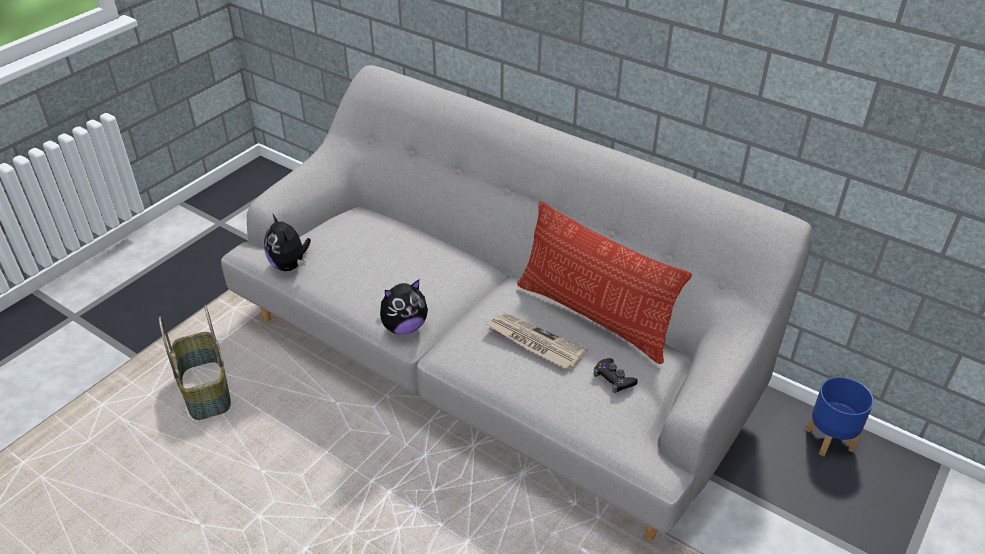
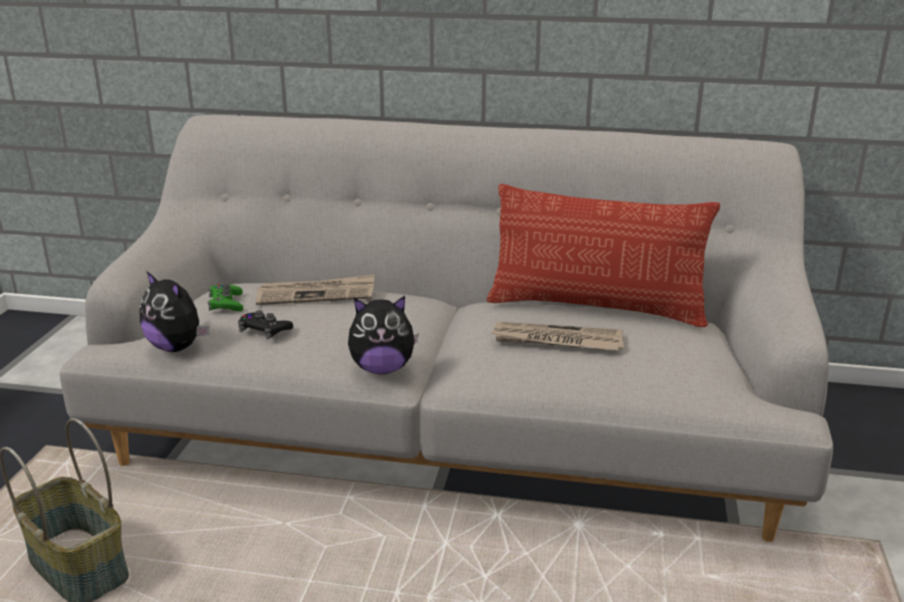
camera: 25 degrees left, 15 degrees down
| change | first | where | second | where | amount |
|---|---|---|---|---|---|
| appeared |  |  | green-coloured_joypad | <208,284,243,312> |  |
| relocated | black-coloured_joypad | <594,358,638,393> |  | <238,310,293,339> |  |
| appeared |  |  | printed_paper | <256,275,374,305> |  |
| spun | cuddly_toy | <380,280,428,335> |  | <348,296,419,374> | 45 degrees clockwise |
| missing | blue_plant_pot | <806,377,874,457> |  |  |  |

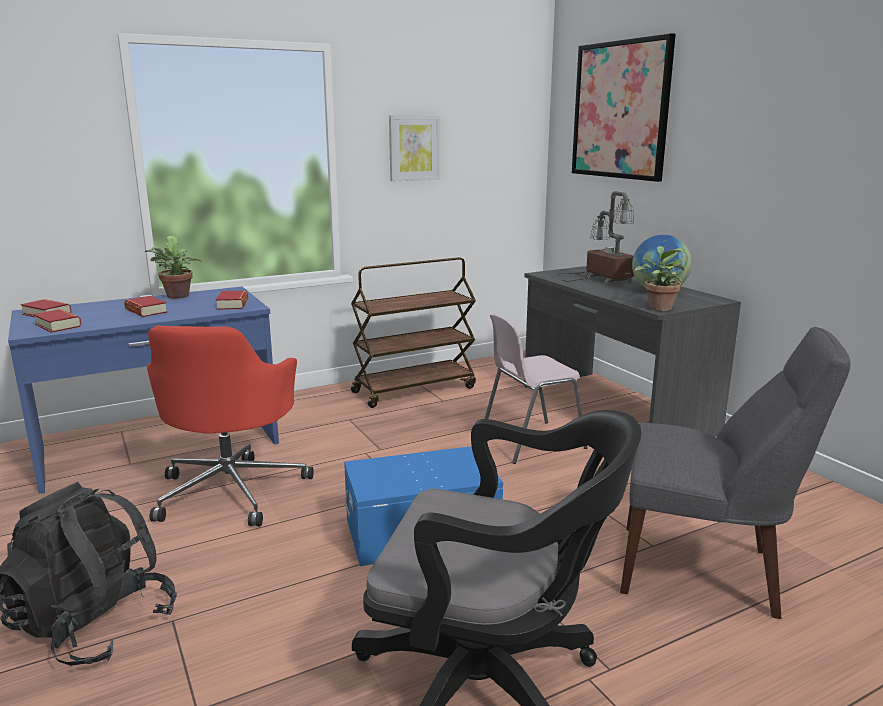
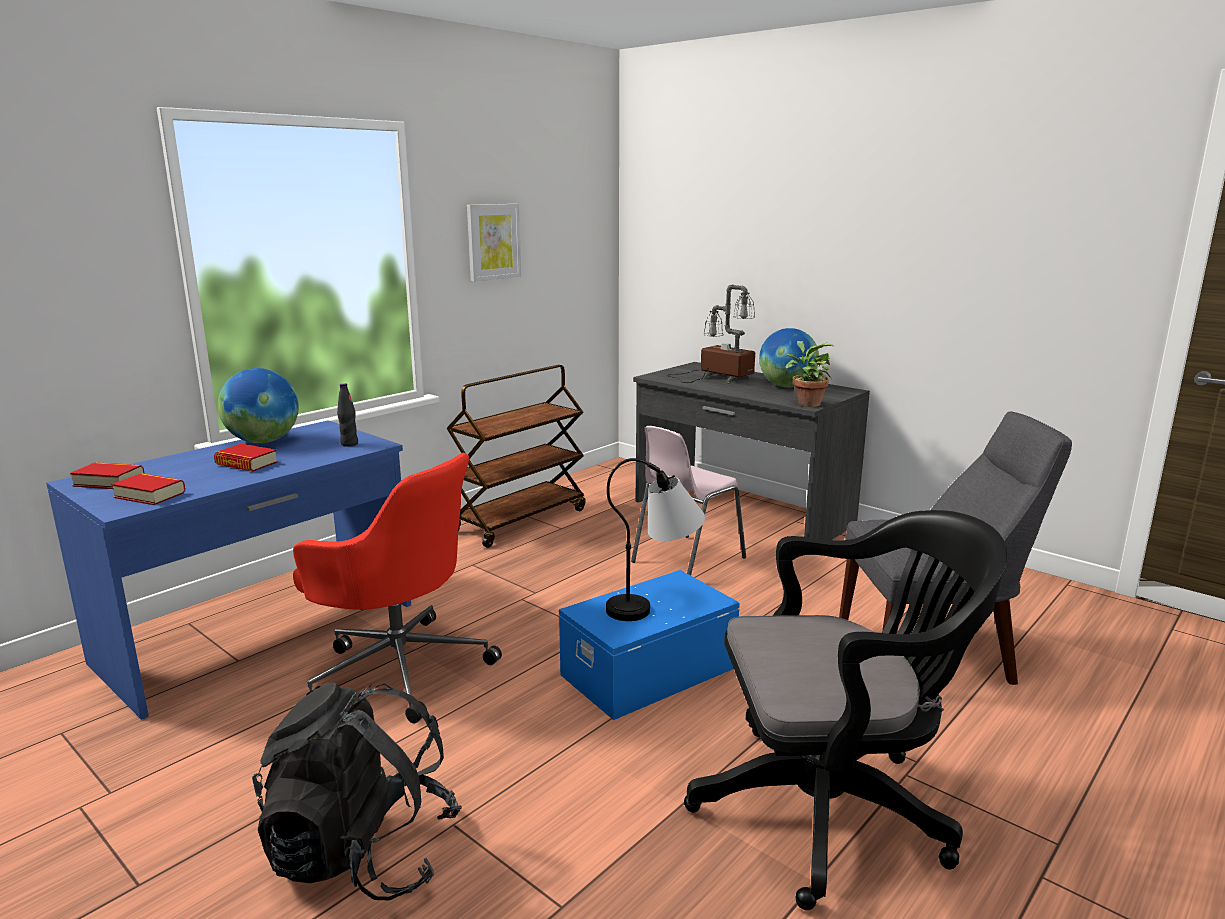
camera: 20 degrees left, 0 degrees up
| change | first | where | second | where | amount |
|---|---|---|---|---|---|
| exchanged | potted_plant | <145,236,202,299> | globe | <218,368,299,443> |  |
| spun | reddish_office_chair | <147,326,314,526> |  | <293,453,502,724> | 45 degrees counterclockwise |
| exchanged | book | <216,290,248,310> | black-coloured_bottle | <337,383,358,447> |  |
| appeared |  |  | table_lamp | <606,458,705,621> |  |
| missing | wall_art | <572,33,676,182> |  |  |  |

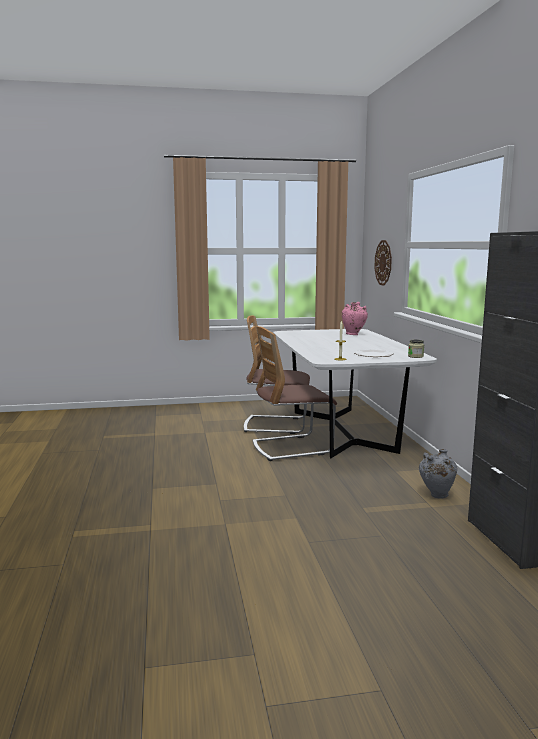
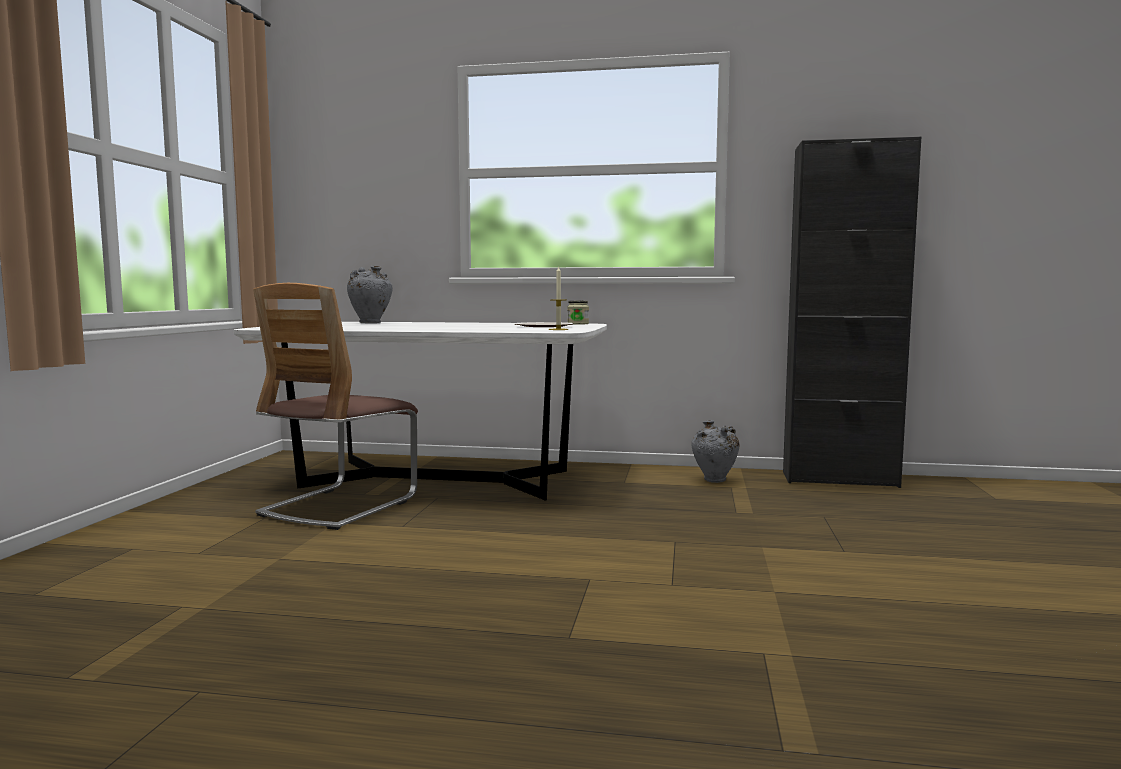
camera: 70 degrees left, 5 degrees down
| change | first | where | second | where | amount |
|---|---|---|---|---|---|
| colour | pink_vase | <342,302,368,335> | greyish_vase | <347,266,393,323> |  |
| missing | chair | <253,326,337,461> |  |  |  |
| missing | hanging_clock | <374,240,392,286> |  |  |  |

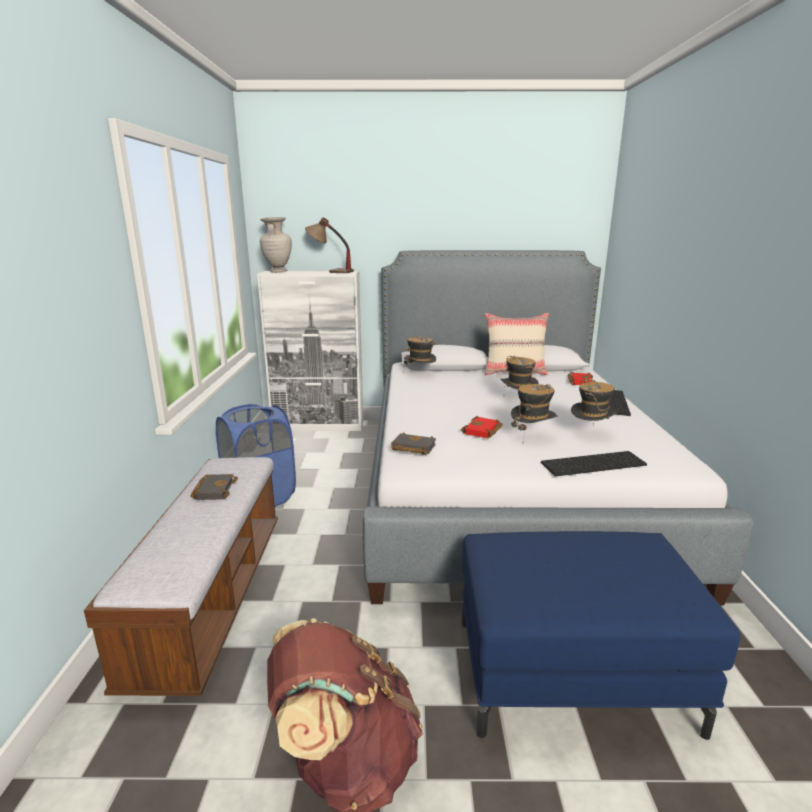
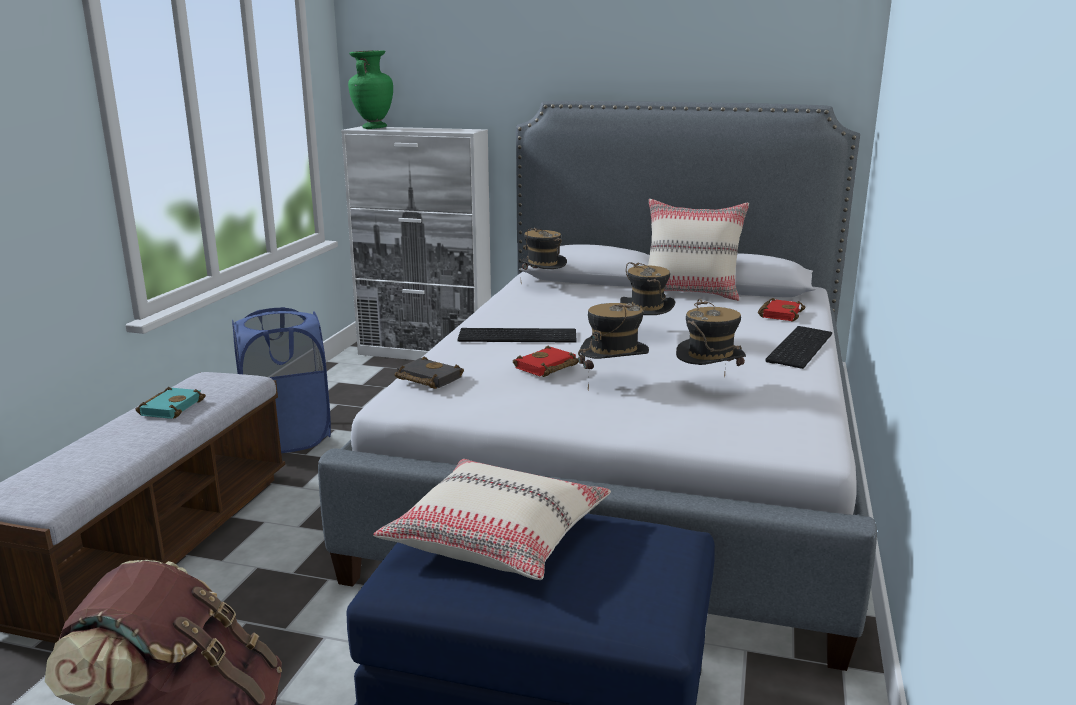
camera: 15 degrees right, 0 degrees up
| change | first | where | second | where | amount |
|---|---|---|---|---|---|
| colour | black-coloured_book | <191,474,238,500> | blue-green_book | <135,387,206,419> |  |
| colour | beige_vase | <260,217,292,273> | green-coloured_vase | <348,50,393,129> |  |
| appeared |  |  | beige_pillow | <373,459,611,580> |  |
| relocated | keyboard | <541,451,647,476> |  | <458,328,576,343> |  |
| missing | table_lamp | <305,217,354,273> |  |  |  |

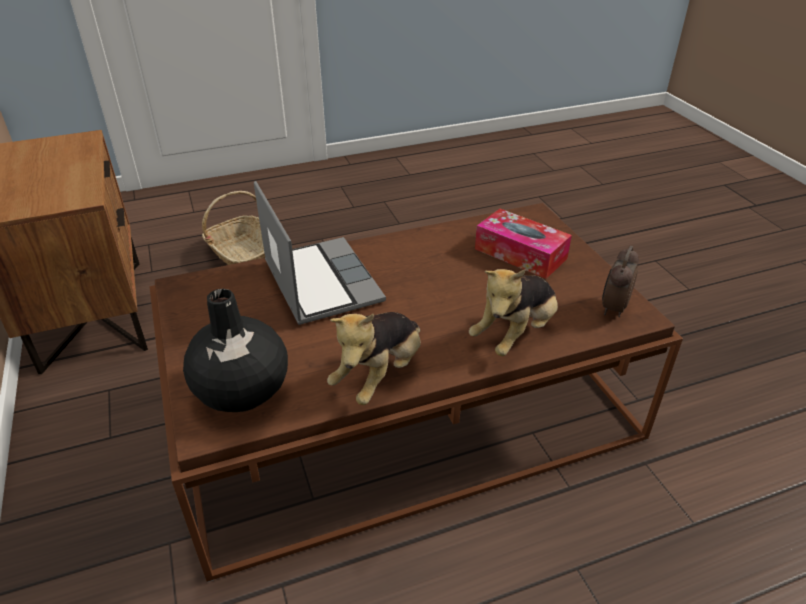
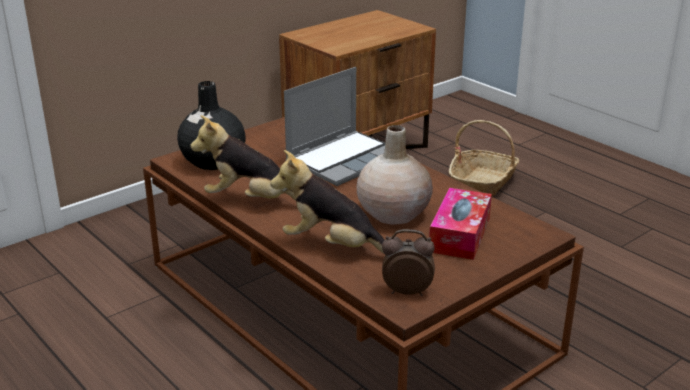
camera: 70 degrees right, 10 degrees down
| change | first | where | second | where | amount |
|---|---|---|---|---|---|
| appeared |  |  | beige_vase | <357,125,433,225> |  |

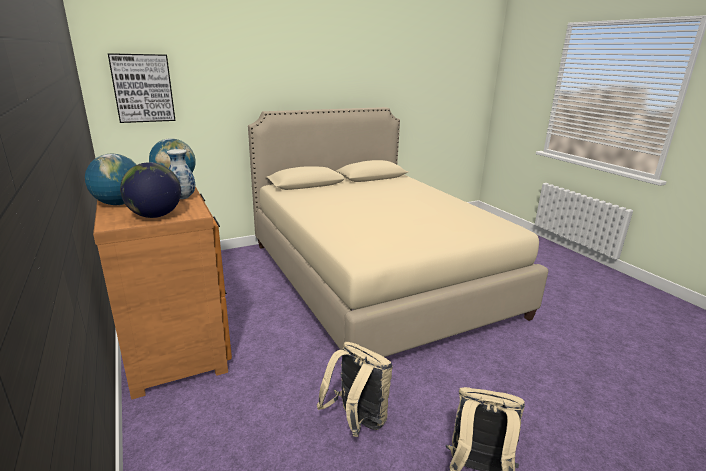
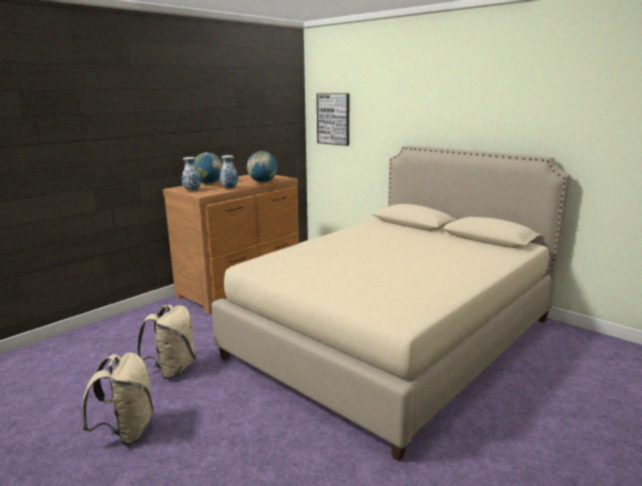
camera: 70 degrees right, 5 degrees down
| change | first | where | second | where | amount |
|---|---|---|---|---|---|
| exchanged | globe | <120,162,181,218> | vase | <182,157,201,191> |  |

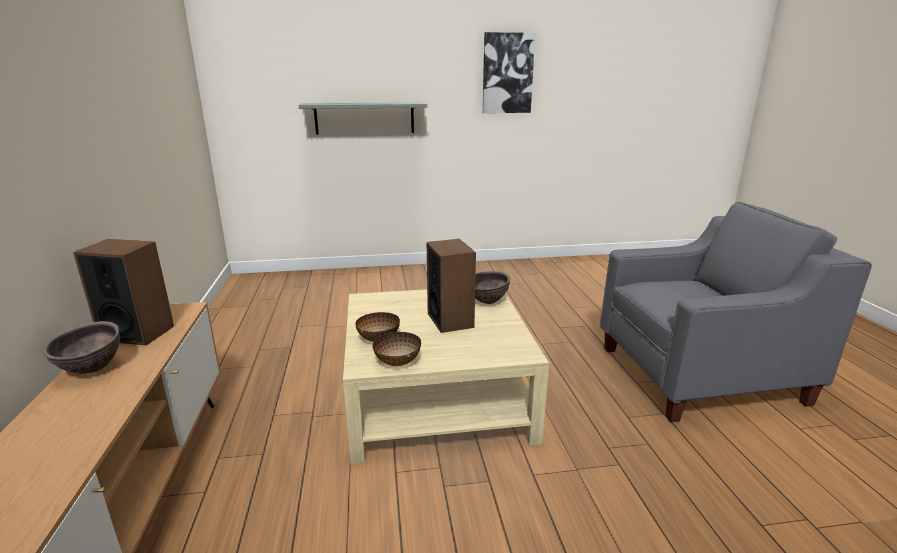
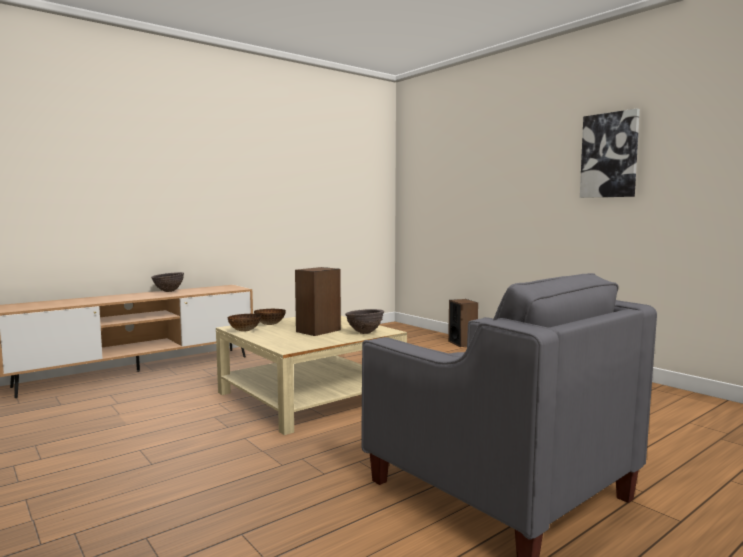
camera: 60 degrees right, 15 degrees down
| change | first | where | second | where | amount |
|---|---|---|---|---|---|
| relocated | audio_speaker | <73,239,174,345> |  | <448,299,478,347> |  |
| missing | greyish_bracket_shelf | <298,102,427,134> |  |  |  |

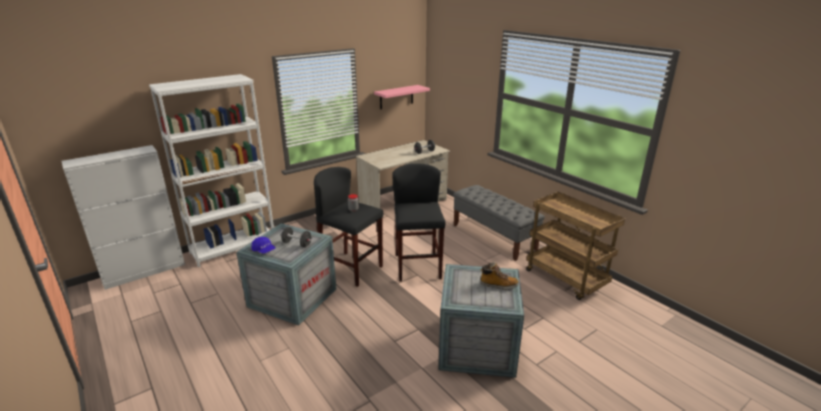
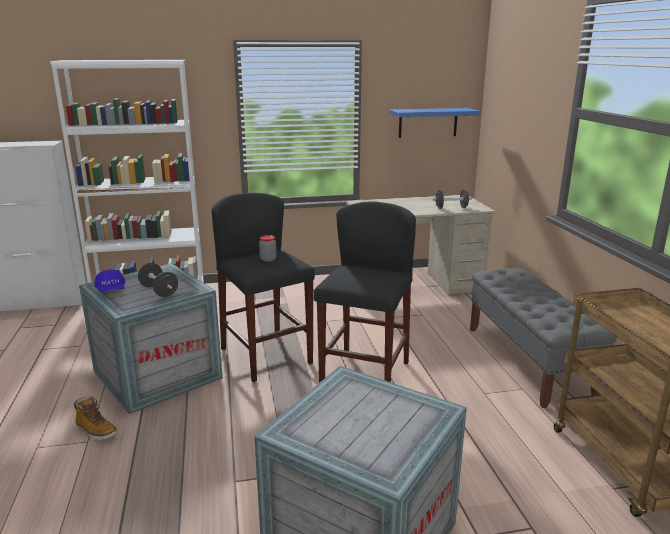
camera: 25 degrees right, 5 degrees down
| change | first | where | second | where | amount |
|---|---|---|---|---|---|
| relocated | high-top_boot | <480,262,519,290> |  | <74,396,117,440> |  |
| colour | pink_bracket_shelf | <374,85,430,109> | blue_bracket_shelf | <389,108,480,138> |  |

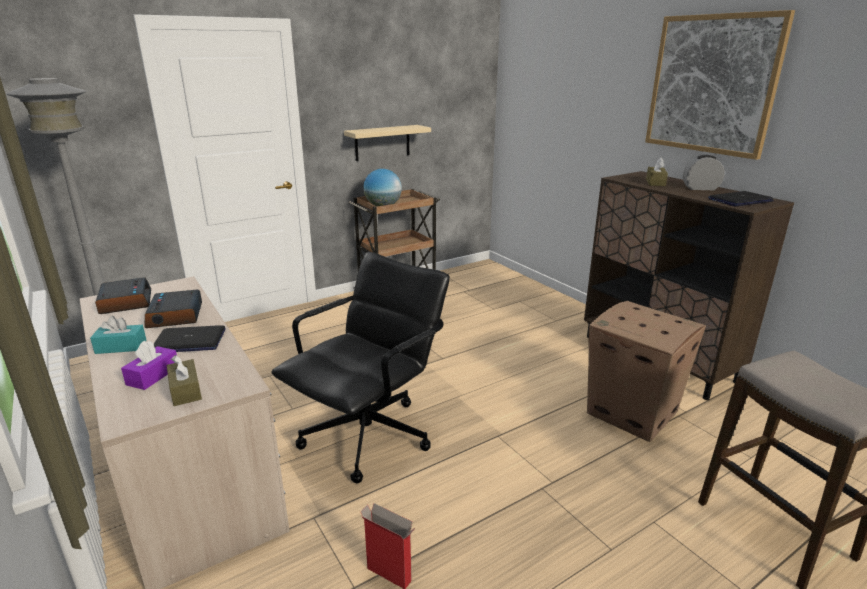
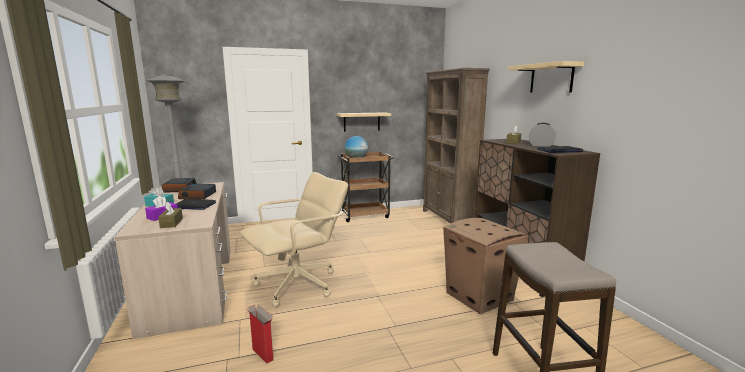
camera: 15 degrees right, 10 degrees down
| change | first | where | second | where | amount |
|---|---|---|---|---|---|
| colour | black-coloured_office_chair | <271,252,450,483> | beige_office_chair | <240,172,348,307> |  |
| appeared |  |  | brown-coloured_shelving_unit | <423,68,490,224> |  |
| exchanged | wall_art | <645,10,795,160> | beige_bracket_shelf | <508,61,584,92> |  |

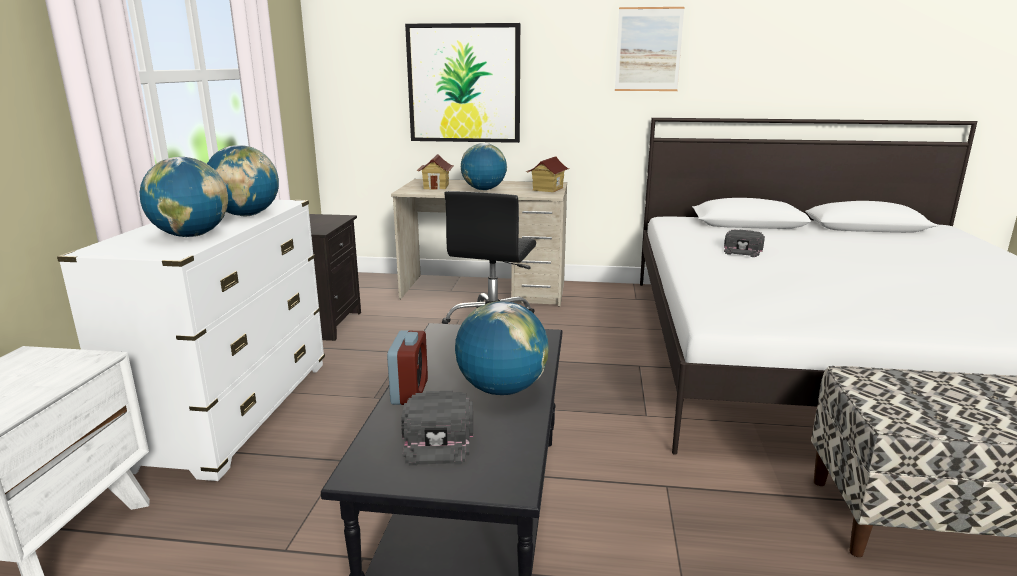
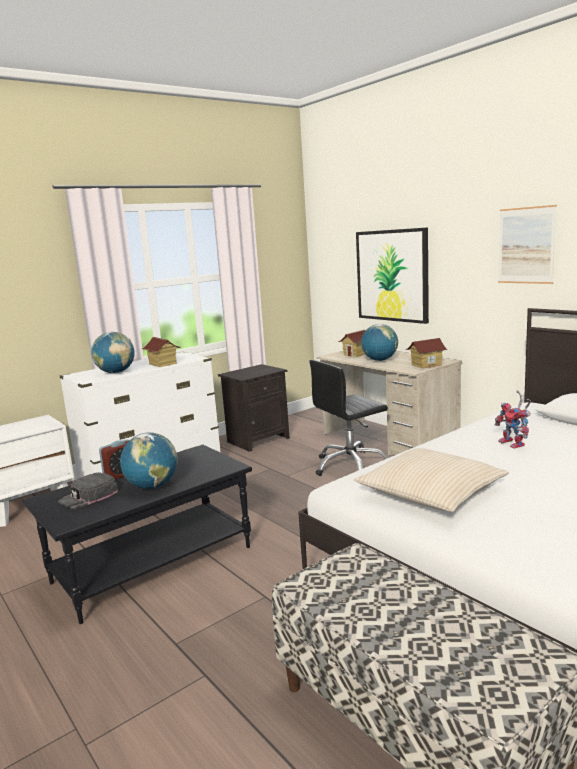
camera: 45 degrees right, 5 degrees down
| change | first | where | second | where | amount |
|---|---|---|---|---|---|
| exchanged | globe | <207,145,279,216> | toy_house | <141,337,181,367> |  |
| appeared |  |  | beige_pillow | <354,448,509,512> |  |
| exchanged | black-coloured_baseball_cap | <724,229,765,257> | robot_figure | <494,390,531,449> |  |

